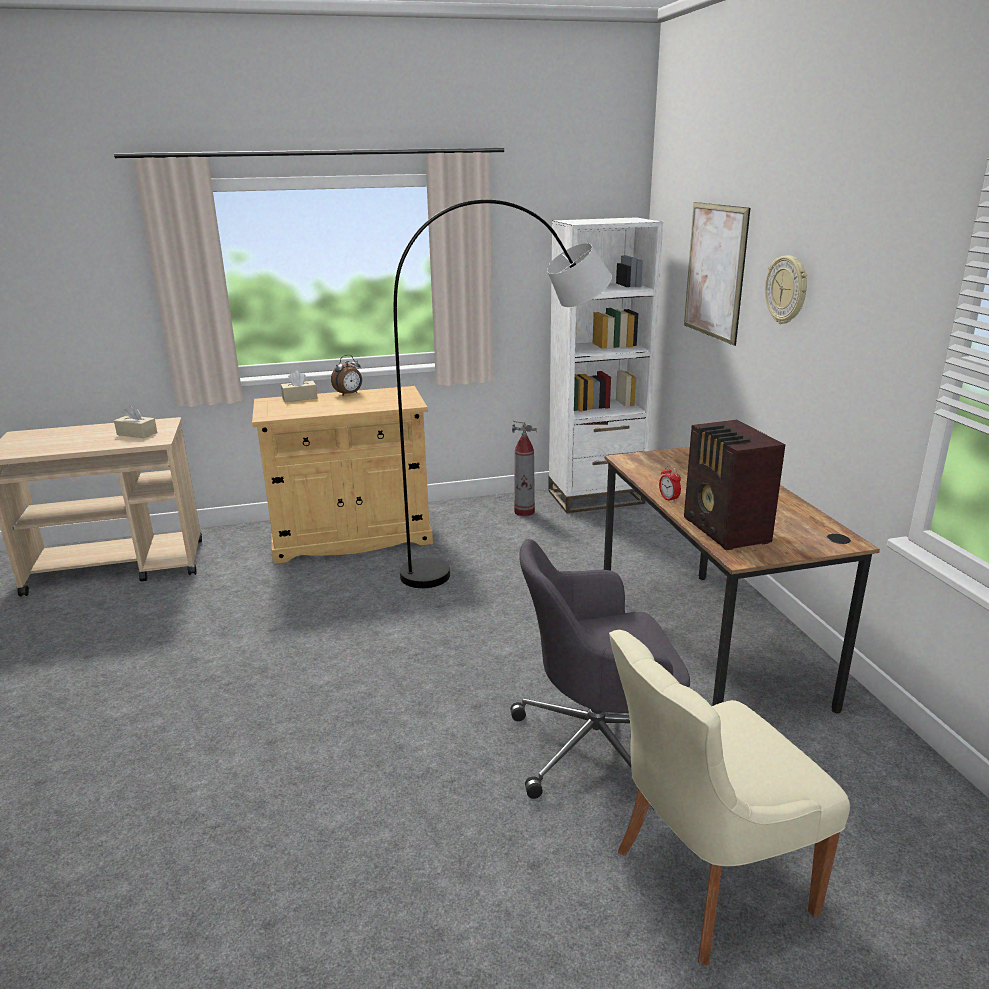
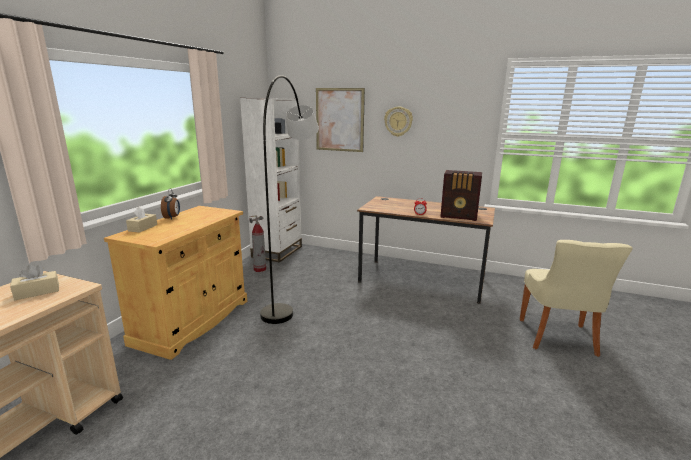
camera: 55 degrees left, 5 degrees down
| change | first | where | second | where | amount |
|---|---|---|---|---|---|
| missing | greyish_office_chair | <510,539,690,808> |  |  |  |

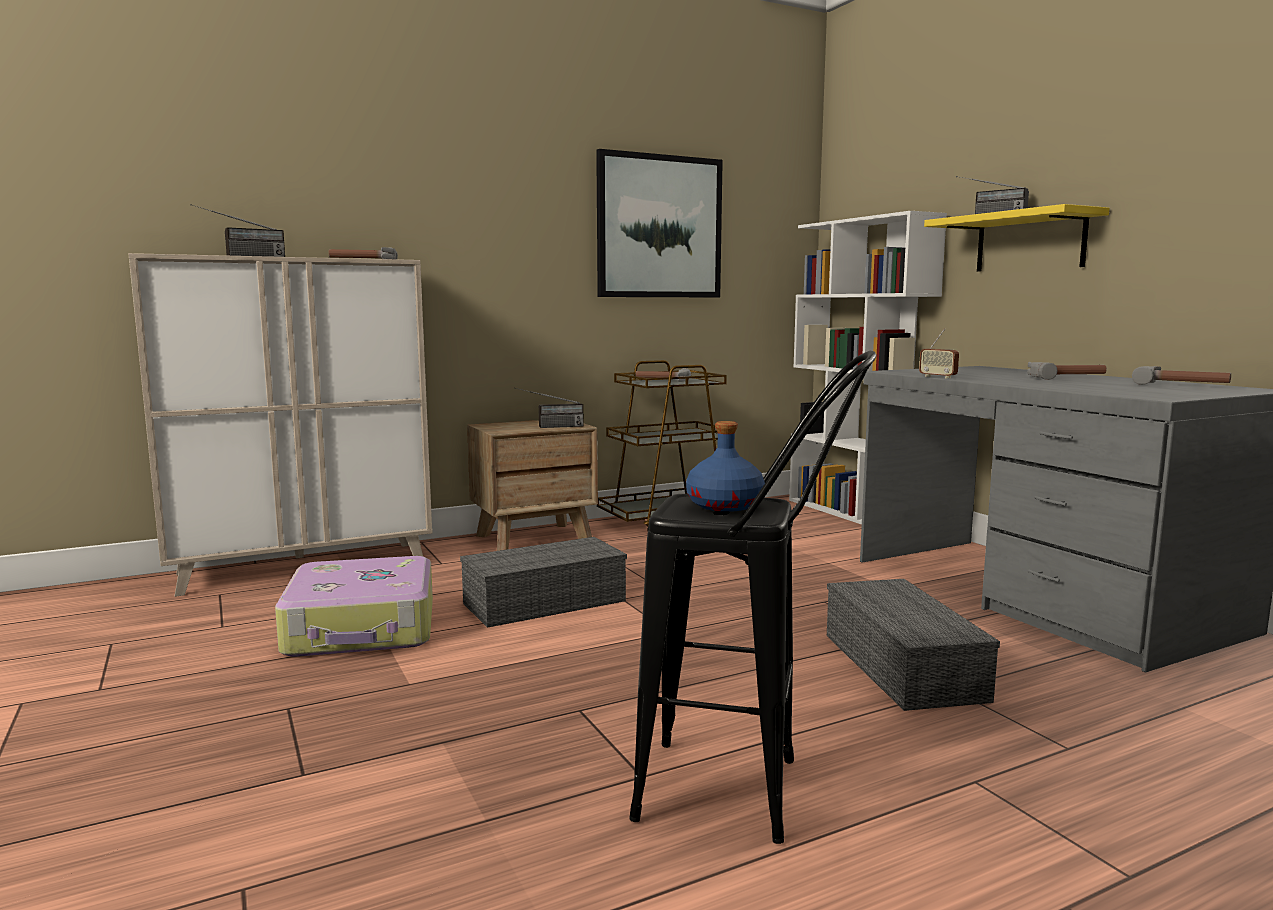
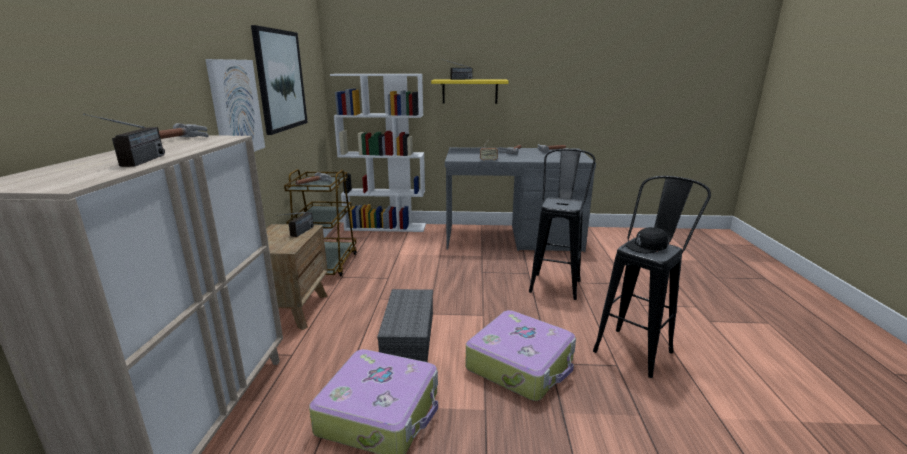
camera: 60 degrees left, 10 degrees up
| change | first | where | second | where | amount |
|---|---|---|---|---|---|
| appeared |  |  | wall_art | <205,59,265,152> |  |
| appeared |  |  | travel_case | <466,310,576,401> |  |
| exchanged | greyish_storage_bin | <827,579,1000,711> | black-coloured_stool_seat | <529,149,595,300> |  |
| exchanged | blue_bottle | <686,421,765,512> | black-coloured_baseball_cap | <625,227,668,254> |  |

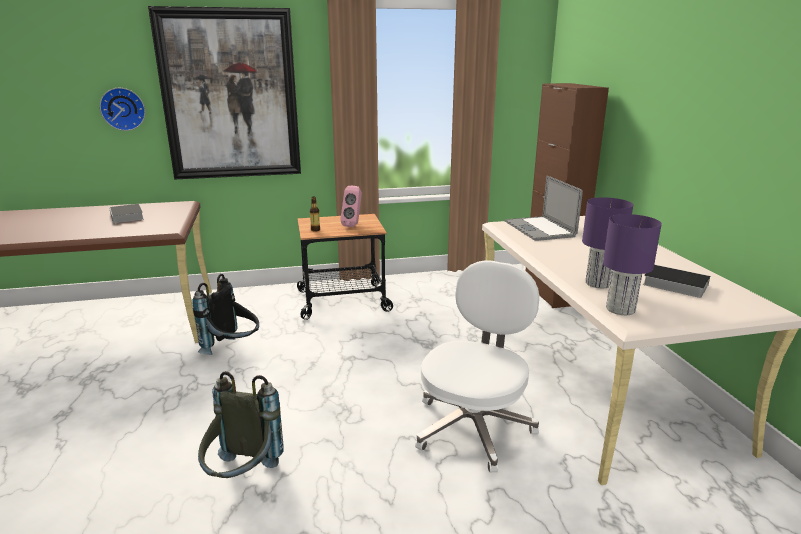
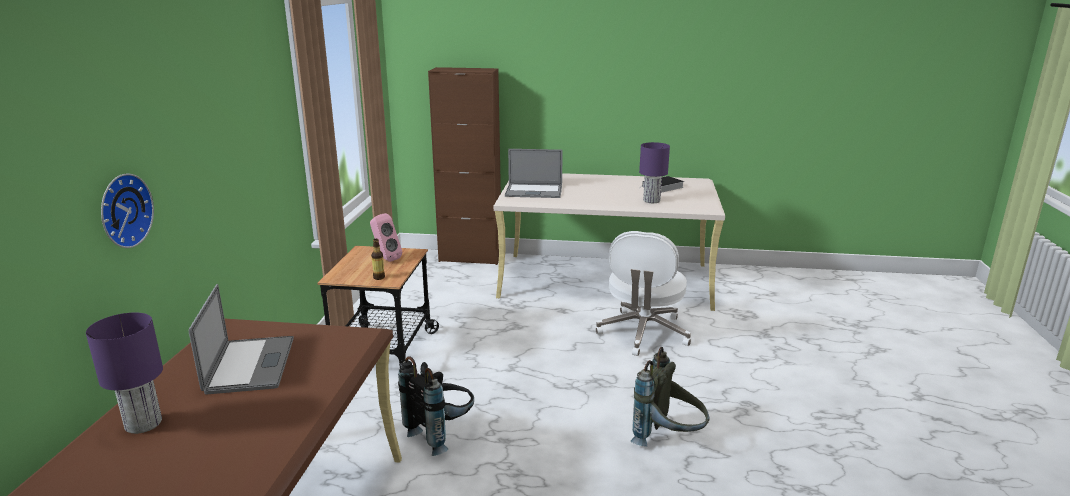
camera: 70 degrees left, 0 degrees up
| change | first | where | second | where | amount |
|---|---|---|---|---|---|
| relocated | purple_table_lamp | <603,214,662,315> |  | <86,312,163,434> |  |
| exchanged | book | <109,204,144,224> | laptop | <189,284,294,394> |  |
| spun | white-coloured_office_chair | <415,260,539,473> |  | <596,231,691,356> | 120 degrees counterclockwise |
| missing | wall_art | <148,6,301,179> |  |  |  |

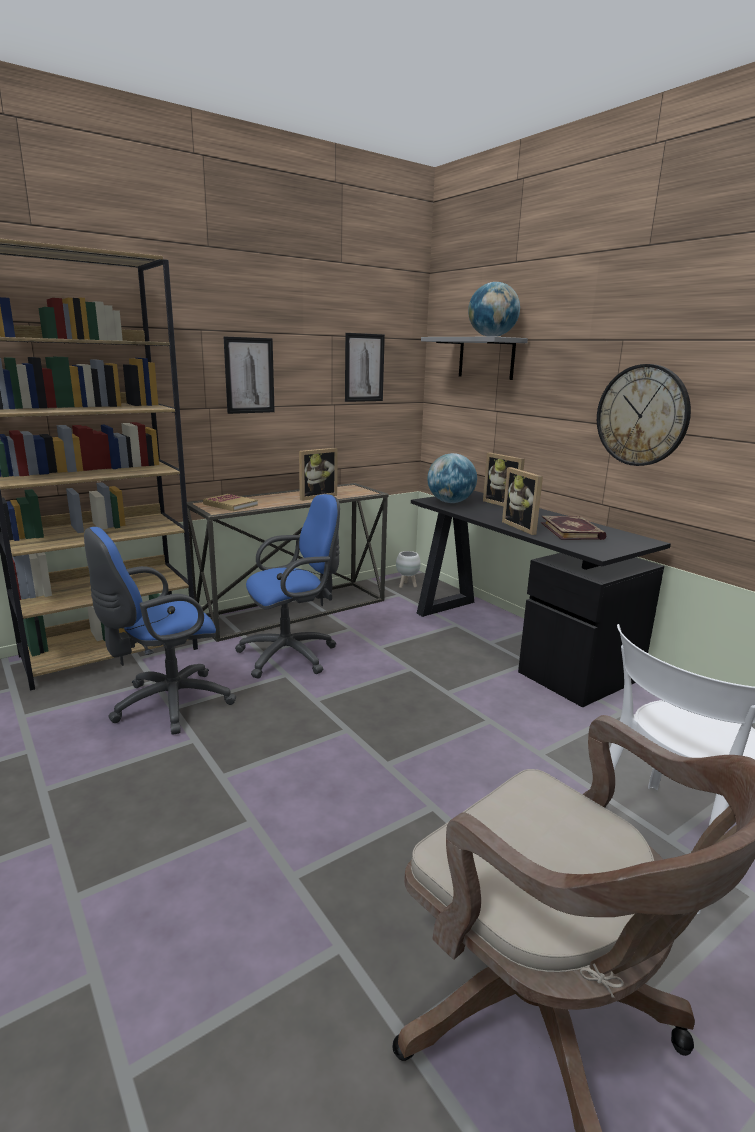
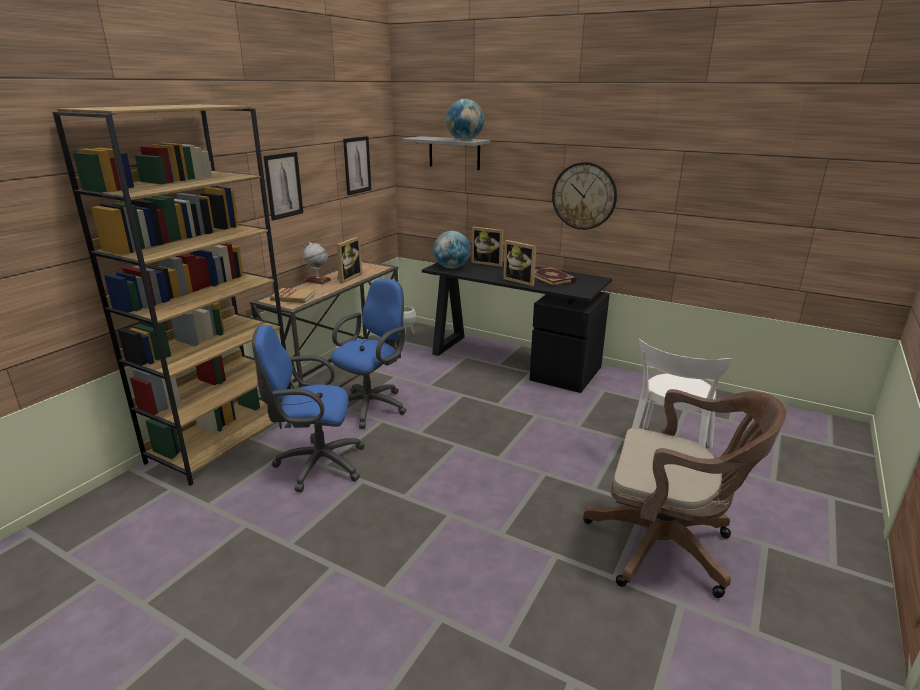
camera: 25 degrees left, 5 degrees up
| change | first | where | second | where | amount |
|---|---|---|---|---|---|
| spun | blue_office_chair | <84,527,236,735> |  | <252,325,365,492> | 60 degrees clockwise |
| appeared |  |  | globe | <303,242,331,284> |  |

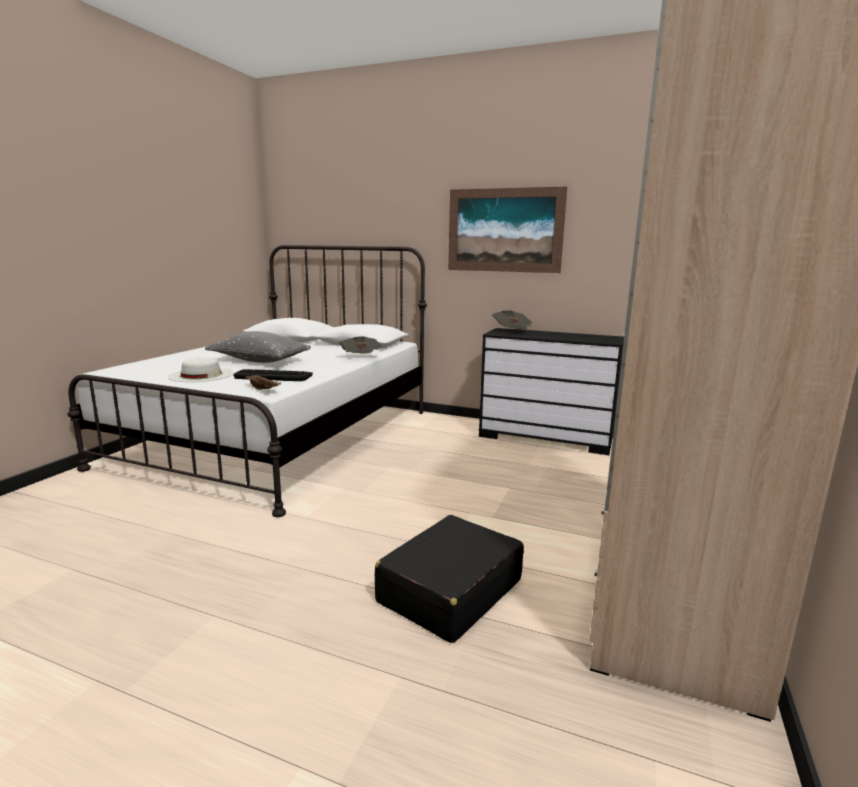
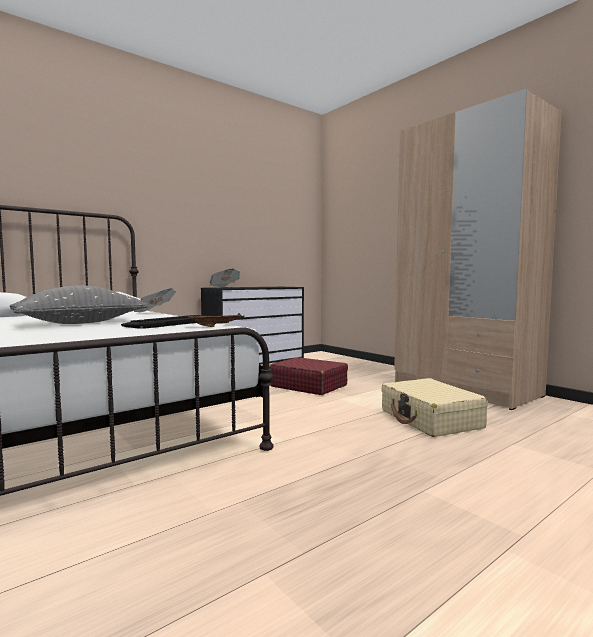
camera: 60 degrees left, 10 degrees down
| change | first | where | second | where | amount |
|---|---|---|---|---|---|
| appeared |  |  | reddish_travel_case | <269,357,348,395> |  |
| colour | black-coloured_travel_case | <375,515,524,643> | beige_travel_case | <381,378,488,437> |  |
| missing | white-coloured_clothing_hat | <168,357,234,382> |  |  |  |
| missing | wall_art | <448,187,567,273> |  |  |  |

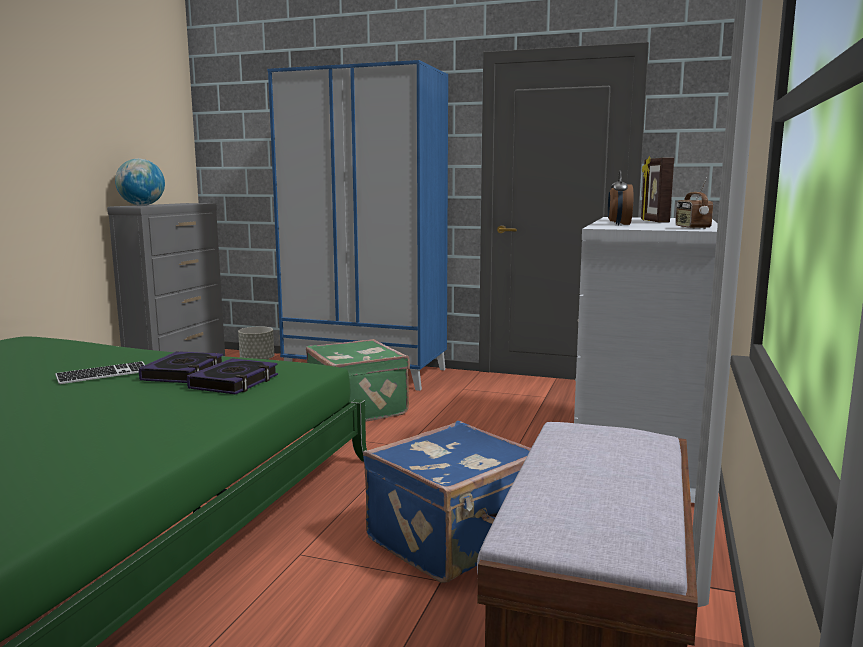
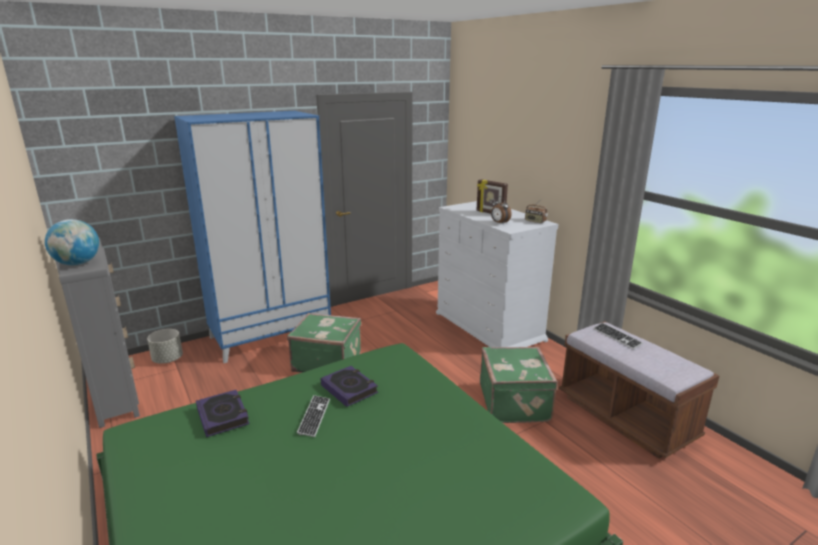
camera: 50 degrees left, 10 degrees up
| change | first | where | second | where | amount |
|---|---|---|---|---|---|
| relocated | book | <187,358,278,394> |  | <196,390,249,437> |  |
| colour | blue_travel_case | <363,421,531,583> | green-coloured_travel_case | <480,347,558,423> |  |
| appeared |  |  | keyboard | <593,323,643,349> |  |

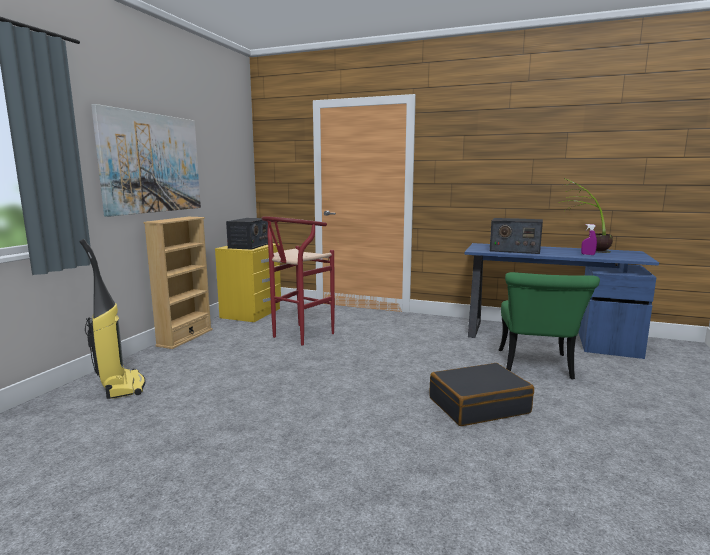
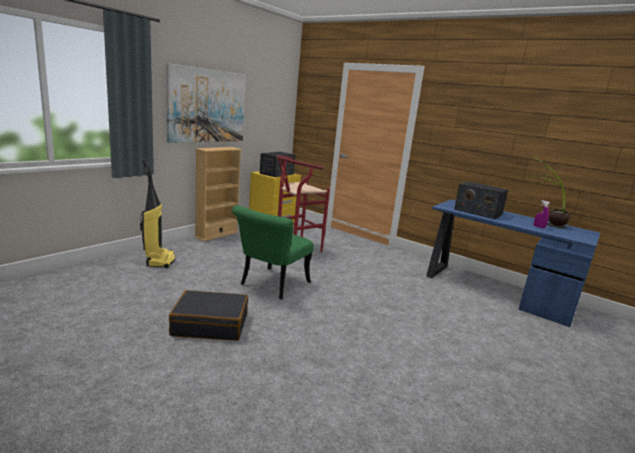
camera: 15 degrees right, 5 degrees up
| change | first | where | second | where | amount |
|---|---|---|---|---|---|
| relocated | black-coloured_travel_case | <429,363,534,426> |  | <169,290,248,341> |  |
| relocated | green-coloured_chair | <499,272,600,380> |  | <232,205,314,299> |  |

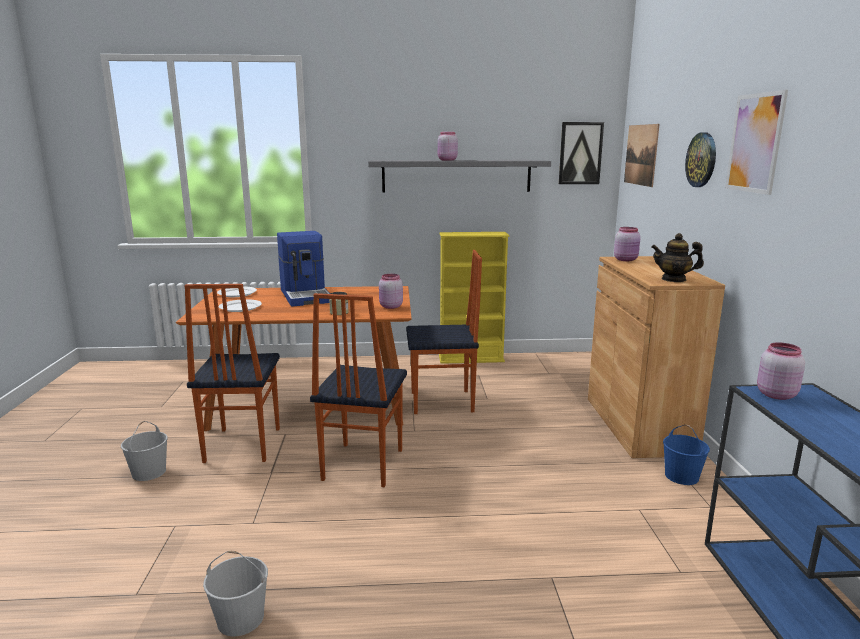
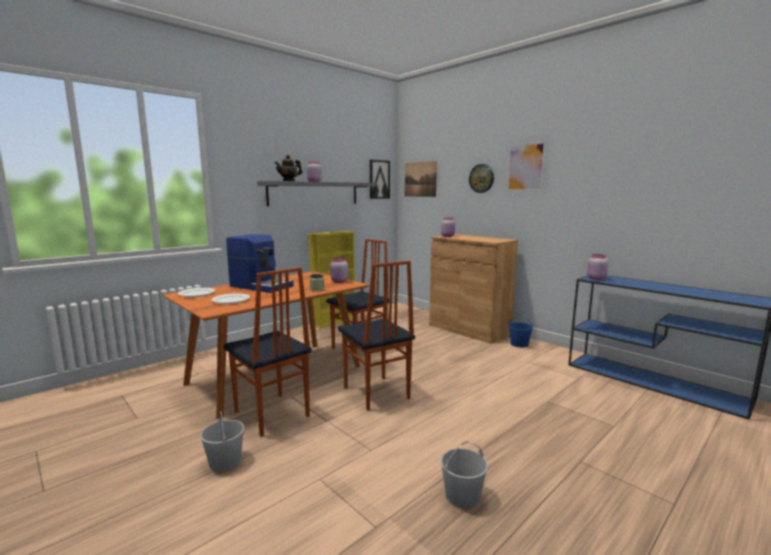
camera: 40 degrees left, 5 degrees down
| change | first | where | second | where | amount |
|---|---|---|---|---|---|
| relocated | pot_for_tea | <651,233,704,282> |  | <275,155,302,181> |  |

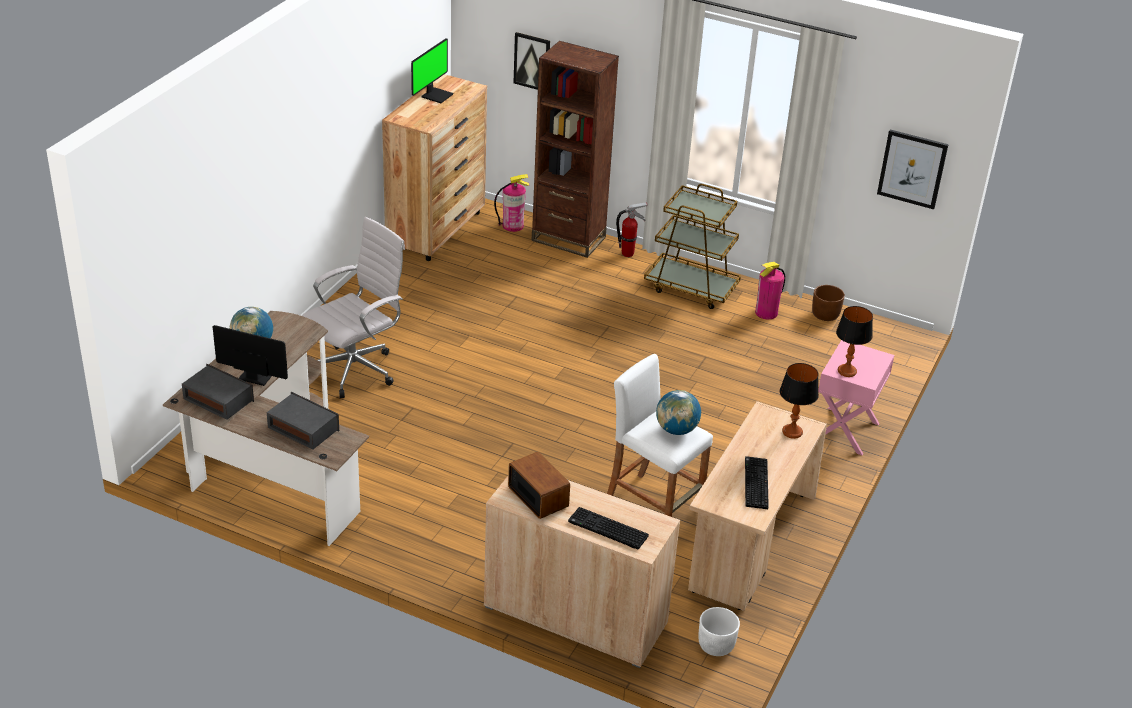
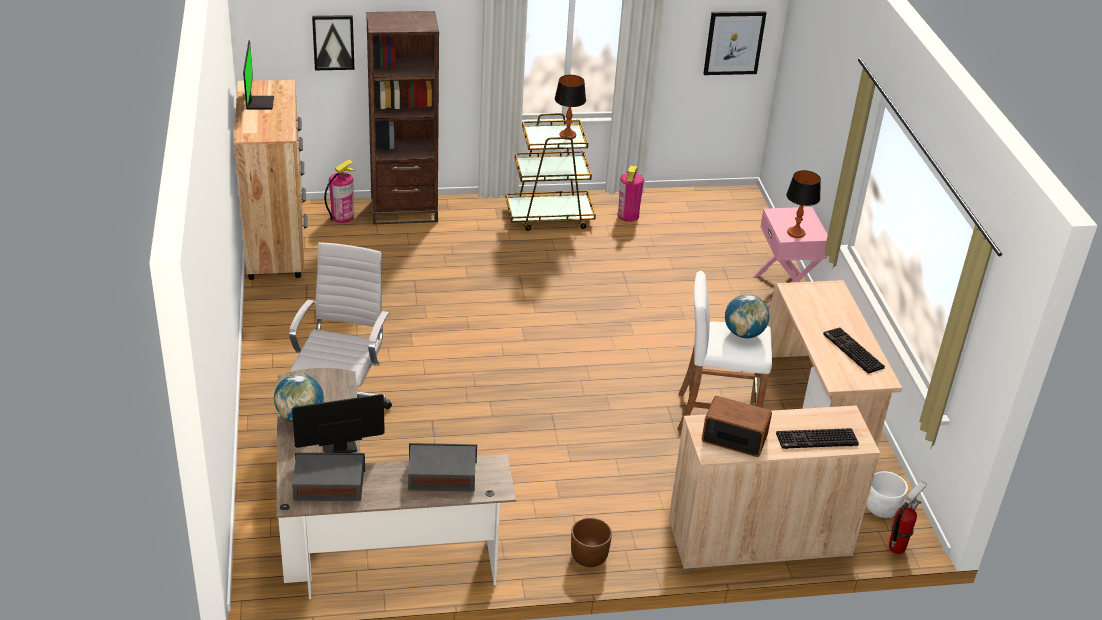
camera: 35 degrees left, 0 degrees up
| change | first | where | second | where | amount |
|---|---|---|---|---|---|
| relocated | table_lamp | <780,363,819,439> |  | <555,75,586,140> |  |
| relocated | brown-coloured_plant_pot | <812,285,845,321> |  | <571,518,612,567> |  |
| relocated | fire-fighting_cylinder | <616,203,648,257> |  | <889,481,927,554> |  |

